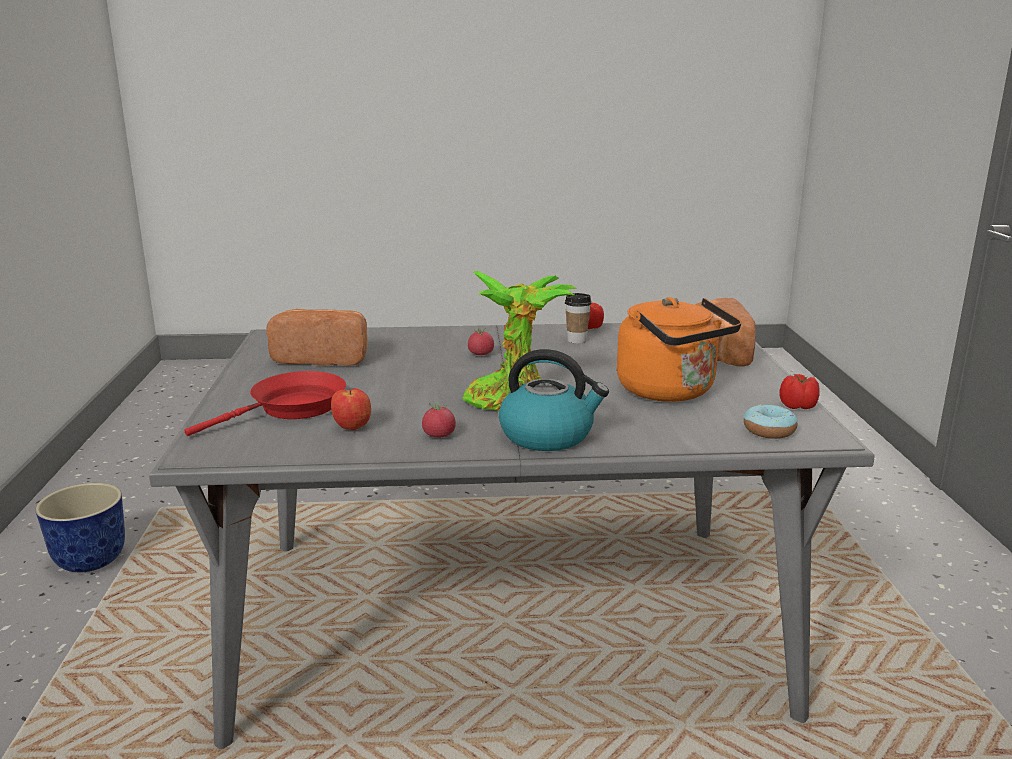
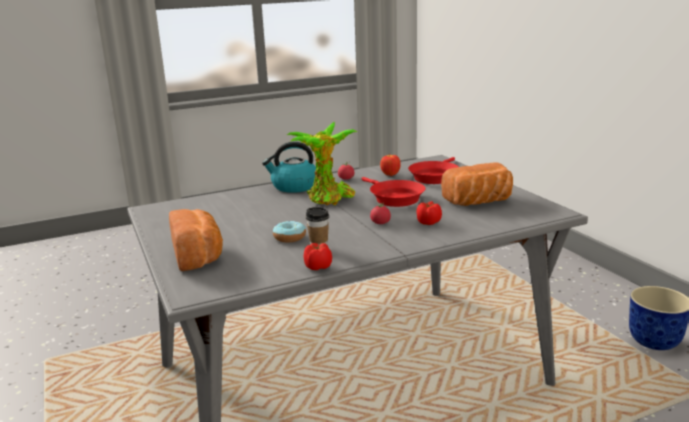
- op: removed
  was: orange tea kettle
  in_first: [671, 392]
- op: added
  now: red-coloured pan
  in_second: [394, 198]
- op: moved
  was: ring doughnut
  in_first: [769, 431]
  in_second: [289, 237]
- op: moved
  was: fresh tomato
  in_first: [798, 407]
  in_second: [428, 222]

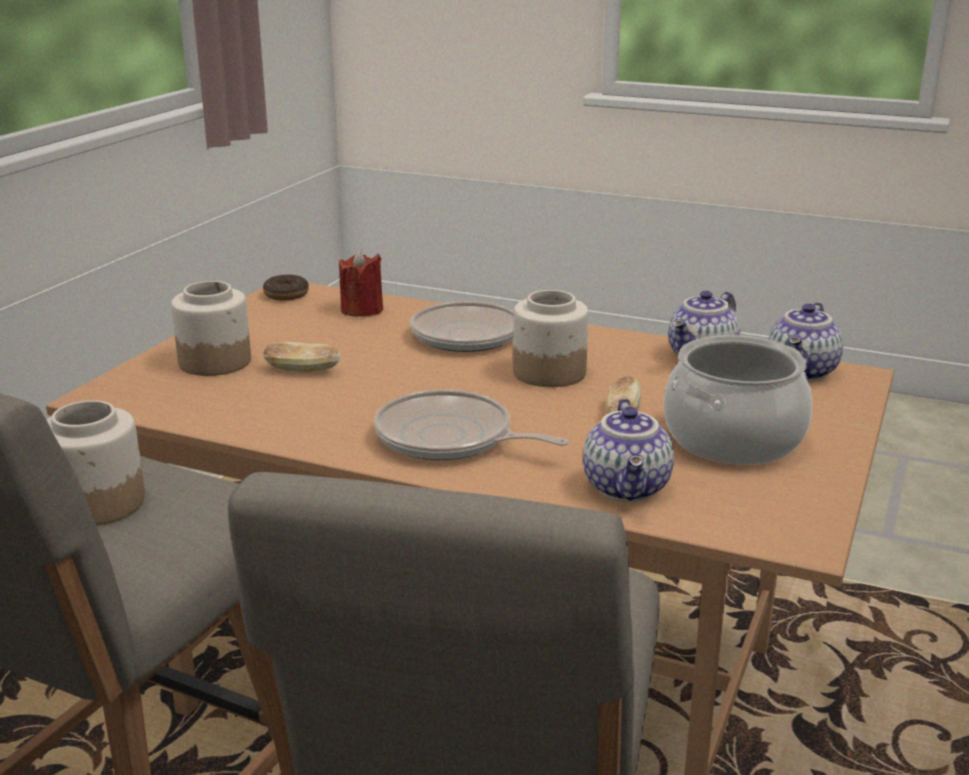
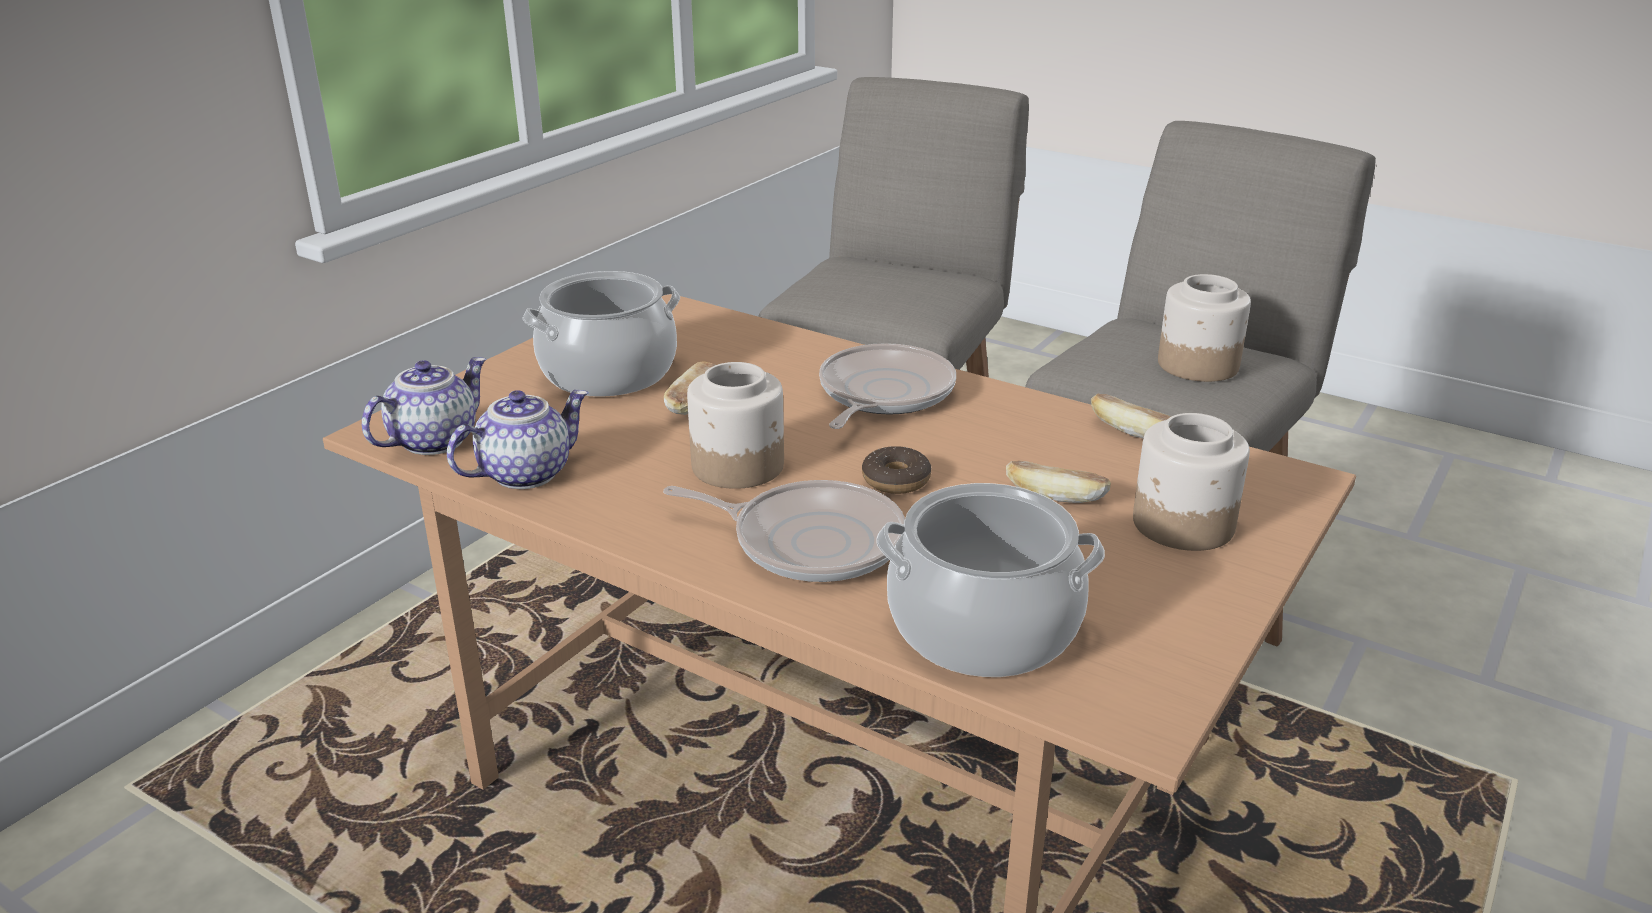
- op: removed
  was: tea pot
  in_first: [628, 488]
- op: added
  now: bread
  in_second: [1131, 432]
- op: moved
  was: ring doughnut
  in_first: [286, 294]
  in_second: [896, 480]
- op: replaced
  was: red-coloured wax candle
  now: stockpot
  in_first: [362, 310]
  in_second: [983, 629]
- op: turned
  was: pan
  in_first: [450, 438]
  in_second: [882, 394]
  clockwise: -105

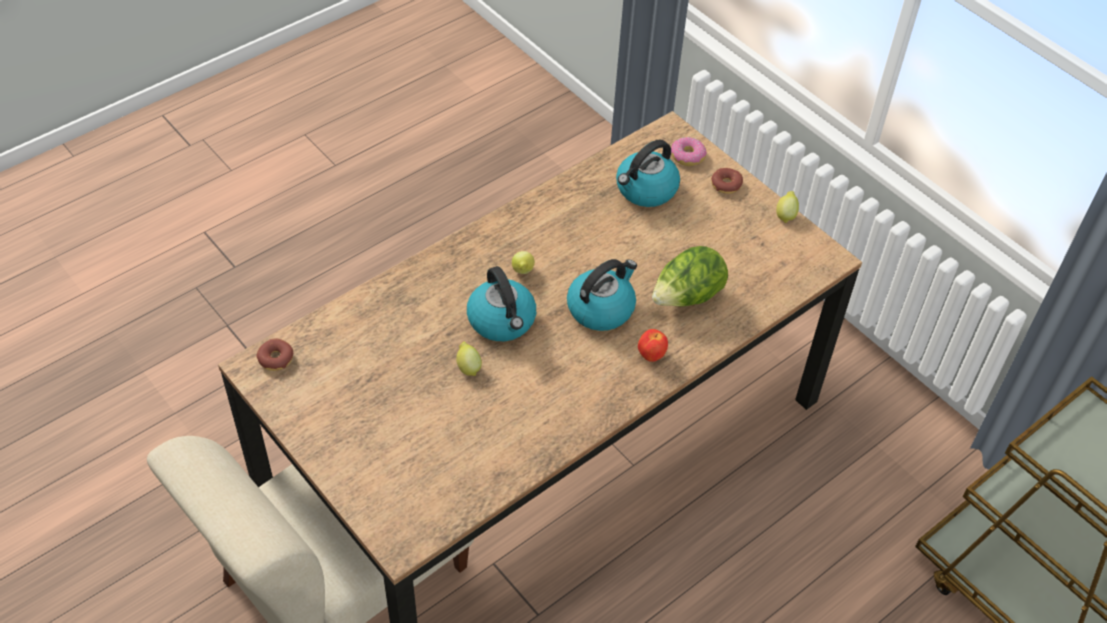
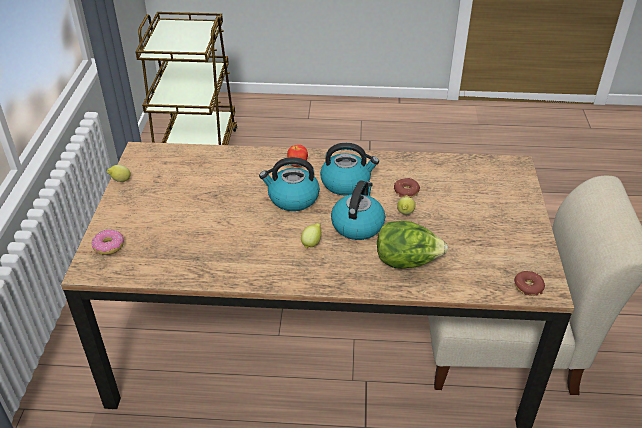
- op: moved
  was: tea kettle
  in_first: [646, 190]
  in_second: [346, 183]
- op: moved
  was: head of lettuce
  in_first: [687, 298]
  in_second: [407, 261]
- op: moved
  was: ring doughnut
  in_first: [726, 185]
  in_second: [406, 191]

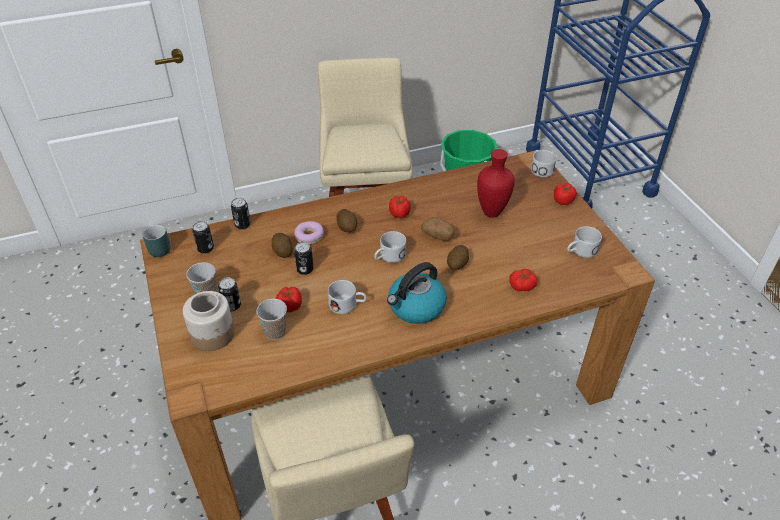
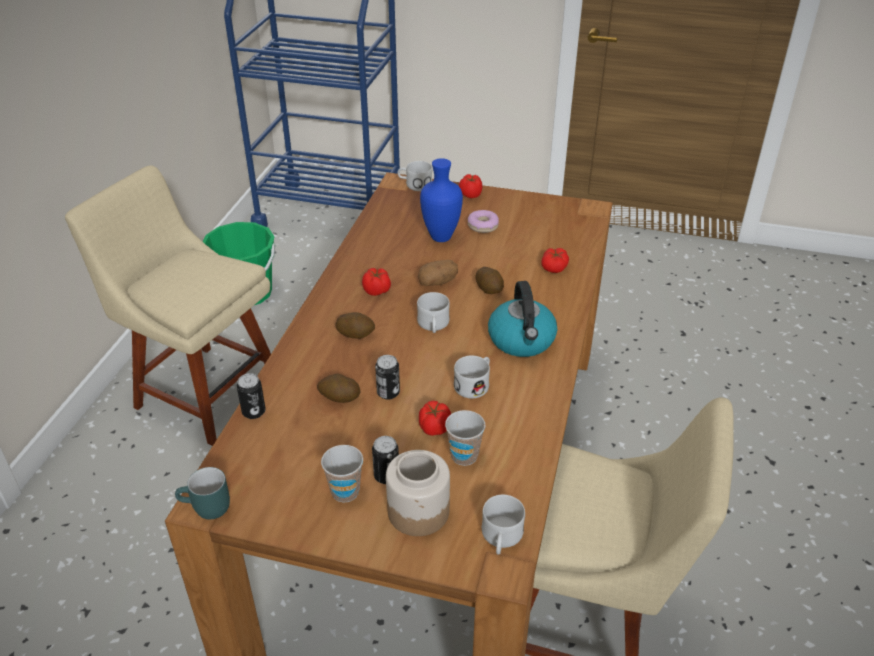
- op: removed
  was: metal can
  in_first: [205, 248]
- op: moved
  was: ring doughnut
  in_first: [309, 236]
  in_second: [483, 226]
- op: moved
  was: white coffee mug
  in_first: [580, 251]
  in_second: [501, 539]
- op: recoloured
  was: red-coloured decorative vase
  now: bluish decorative vase
  in_first: [491, 212]
  in_second: [439, 237]

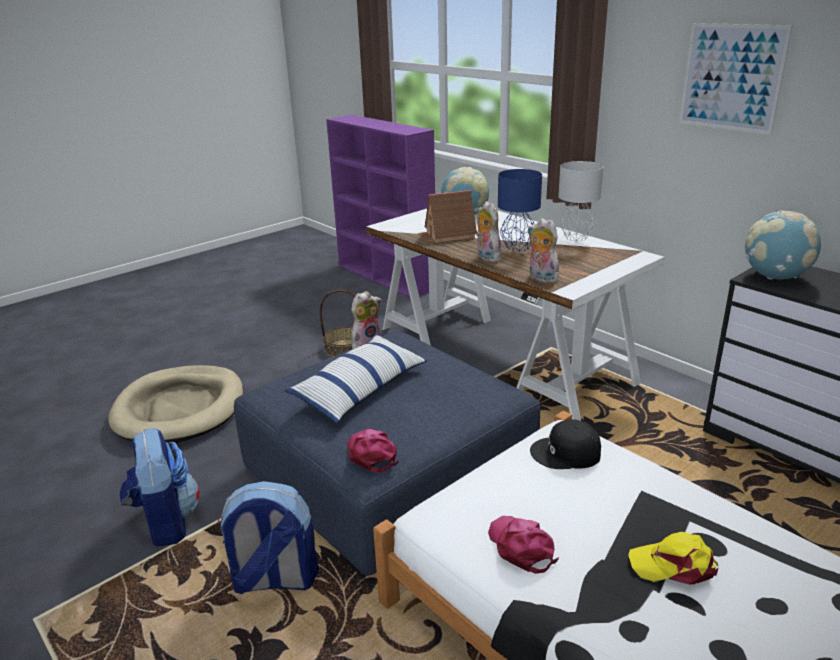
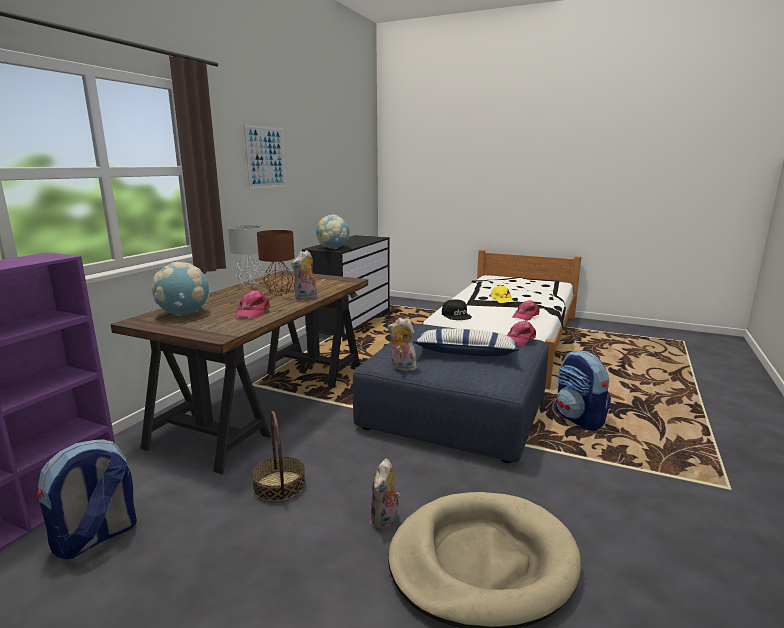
- op: moved
  was: backpack
  in_first: [166, 522]
  in_second: [96, 537]
- op: moved
  was: cuddly toy
  in_first: [541, 278]
  in_second: [385, 520]
- op: replaced
  was: miniature house
  now: pink peaked cap
  in_first: [447, 235]
  in_second: [252, 312]
- op: recoloured
  was: white desk
  now: brown-coloured desk
  in_first: [502, 354]
  in_second: [267, 401]
- op: recoloured
  was: bluish lamp for a table
  now: brown-coloured lamp for a table
  in_first: [518, 248]
  in_second: [279, 293]

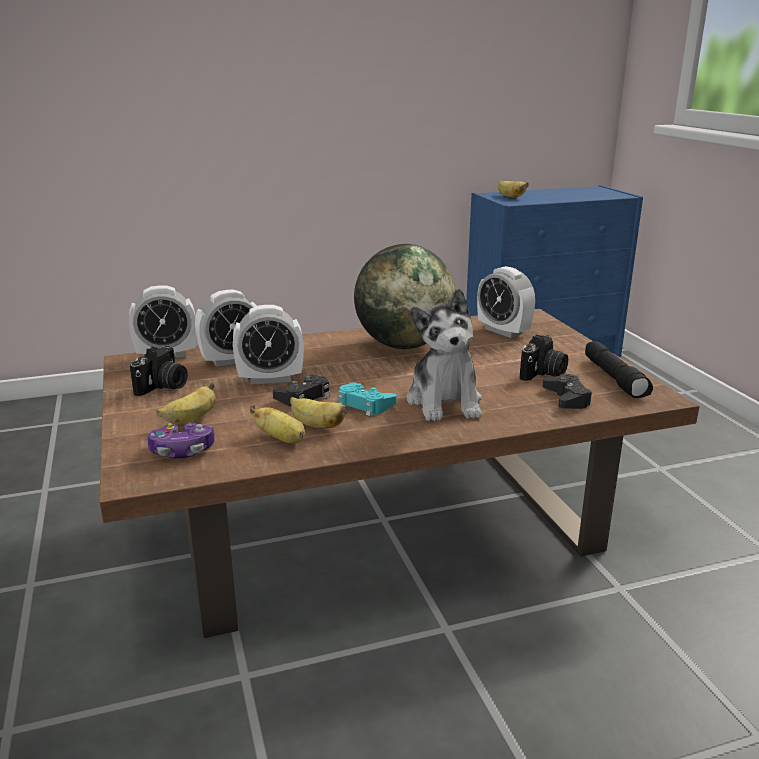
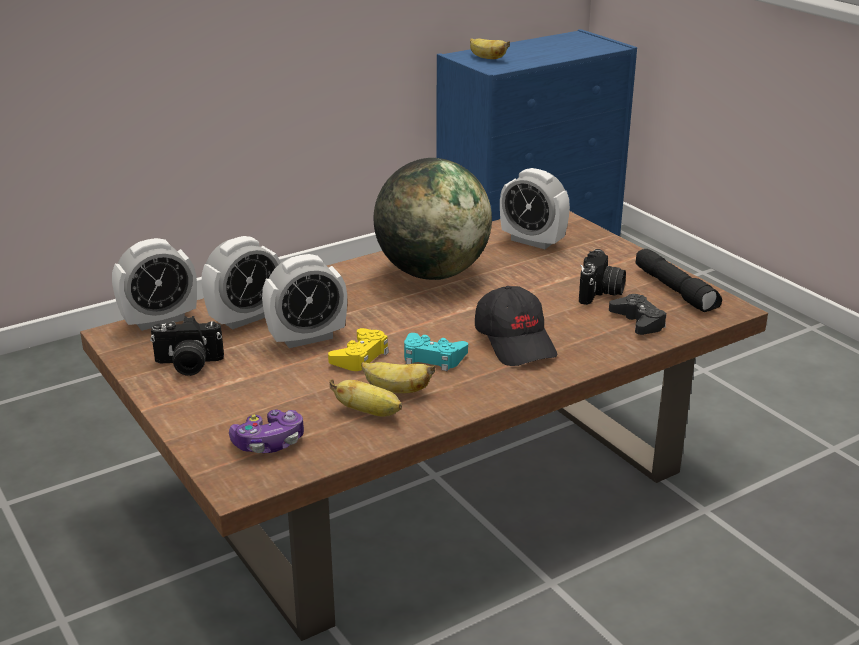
- op: removed
  was: whole banana
  in_first: [190, 420]
- op: replaced
  was: cuddly toy
  now: blackish peaked cap
  in_first: [445, 401]
  in_second: [516, 342]
- op: recoloured
  was: blackish gamepad
  now: yellow-coloured gamepad
  in_first: [304, 397]
  in_second: [360, 357]
- op: turned
  was: photo camera
  in_first: [163, 387]
  in_second: [188, 365]
  clockwise: 75

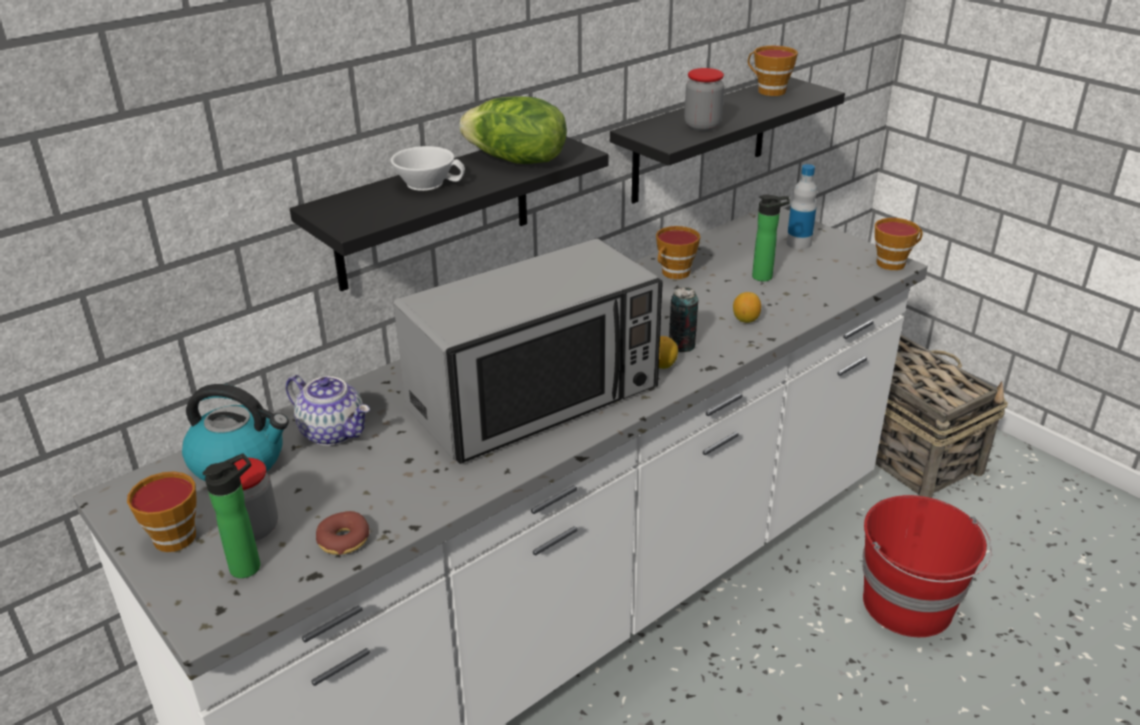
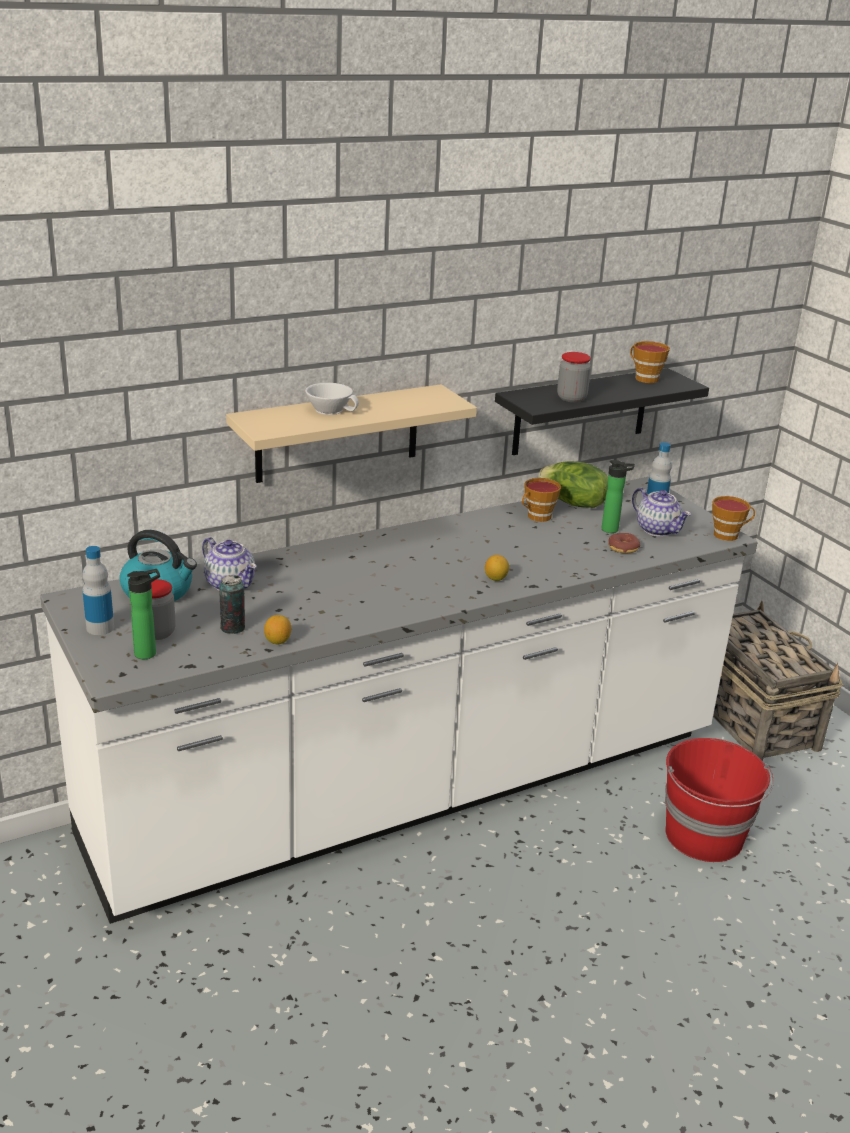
- op: removed
  was: kitchen microwave
  in_first: [535, 399]
- op: added
  now: tea pot
  in_second: [658, 530]
- op: moved
  was: ring doughnut
  in_first: [344, 540]
  in_second: [623, 548]
- op: moved
  was: head of lettuce
  in_first: [516, 160]
  in_second: [573, 503]
- op: moved
  was: metal can
  in_first: [681, 346]
  in_second: [233, 628]
- op: moved
  was: citrus fruit
  in_first: [745, 319]
  in_second: [277, 641]
- op: replaced
  was: cup
  now: bottle
  in_first: [170, 536]
  in_second: [100, 628]
- op: recoloured
  was: blackish wall shelf
  now: sand-coloured wall shelf
  in_first: [434, 211]
  in_second: [337, 433]

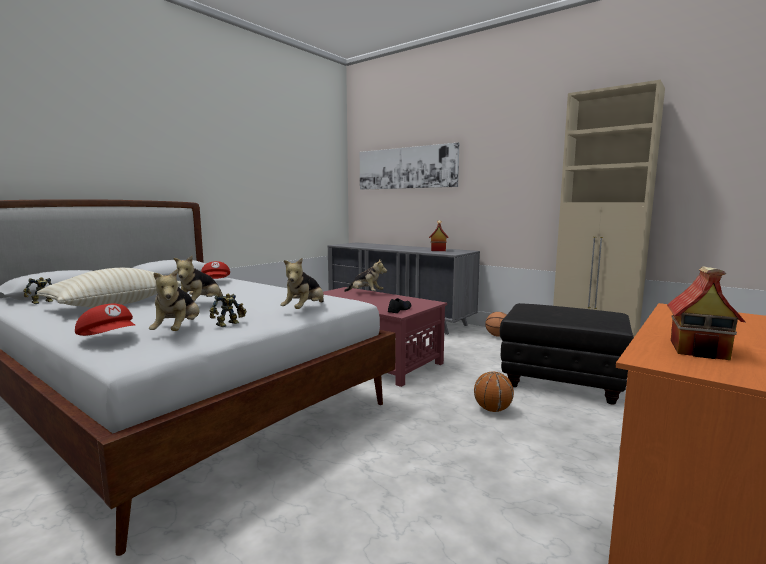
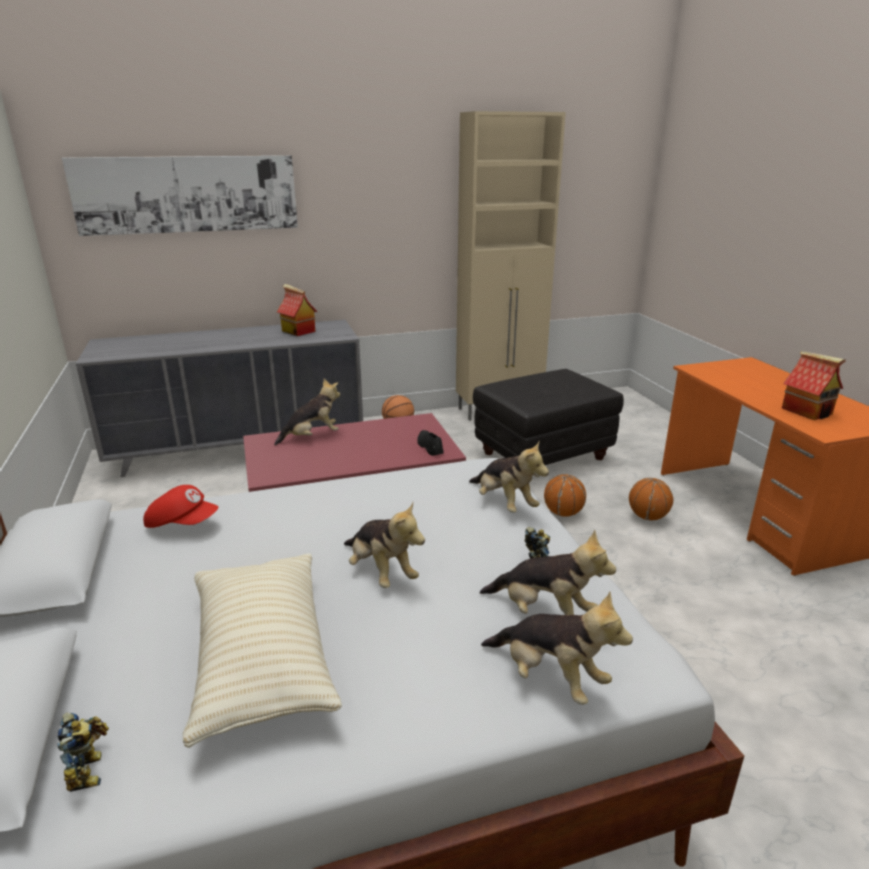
- op: added
  now: basketball ball
  in_second: [647, 517]
- op: replaced
  was: red-coloured peaked cap
  now: cuddly toy
  in_first: [109, 338]
  in_second: [550, 677]

